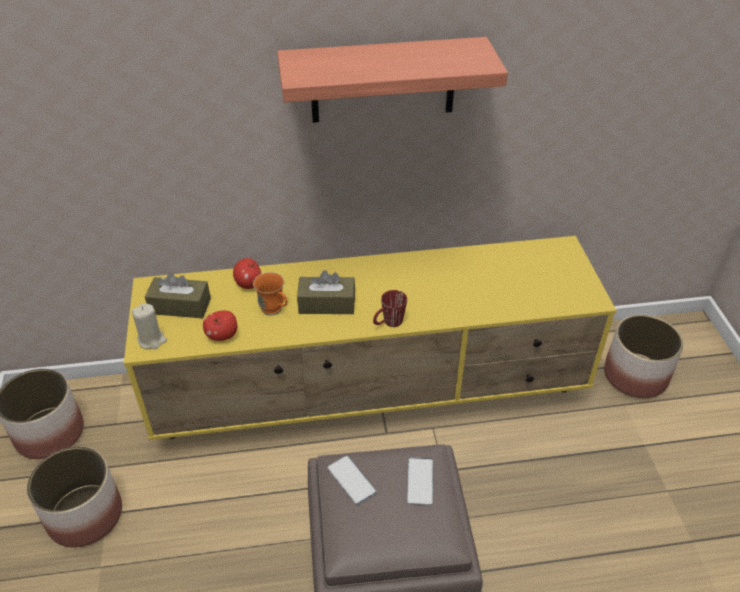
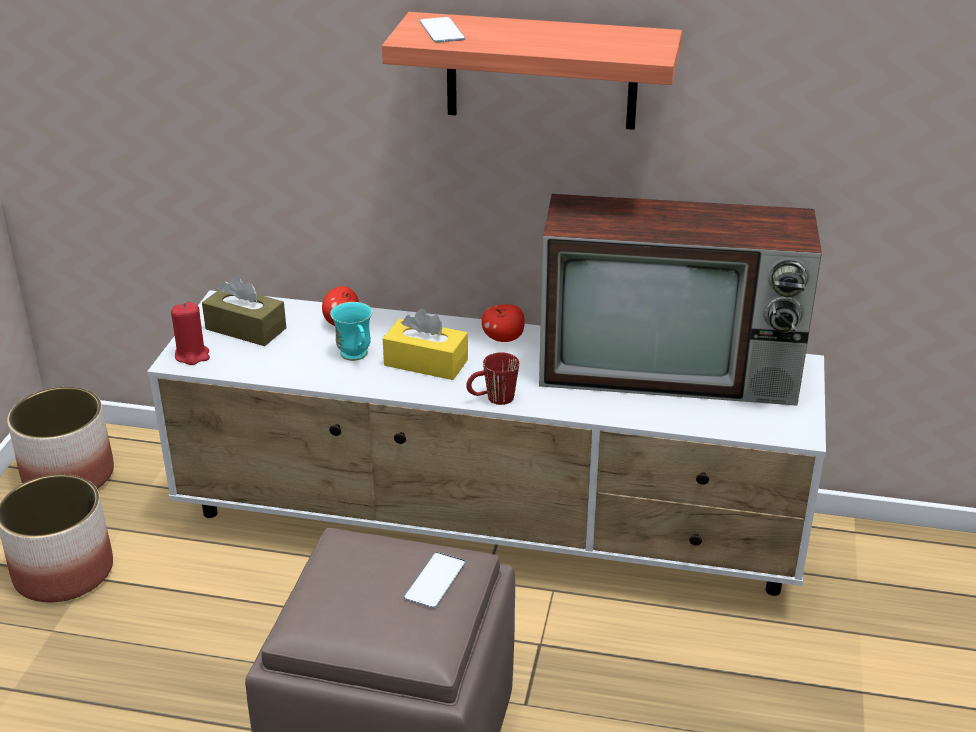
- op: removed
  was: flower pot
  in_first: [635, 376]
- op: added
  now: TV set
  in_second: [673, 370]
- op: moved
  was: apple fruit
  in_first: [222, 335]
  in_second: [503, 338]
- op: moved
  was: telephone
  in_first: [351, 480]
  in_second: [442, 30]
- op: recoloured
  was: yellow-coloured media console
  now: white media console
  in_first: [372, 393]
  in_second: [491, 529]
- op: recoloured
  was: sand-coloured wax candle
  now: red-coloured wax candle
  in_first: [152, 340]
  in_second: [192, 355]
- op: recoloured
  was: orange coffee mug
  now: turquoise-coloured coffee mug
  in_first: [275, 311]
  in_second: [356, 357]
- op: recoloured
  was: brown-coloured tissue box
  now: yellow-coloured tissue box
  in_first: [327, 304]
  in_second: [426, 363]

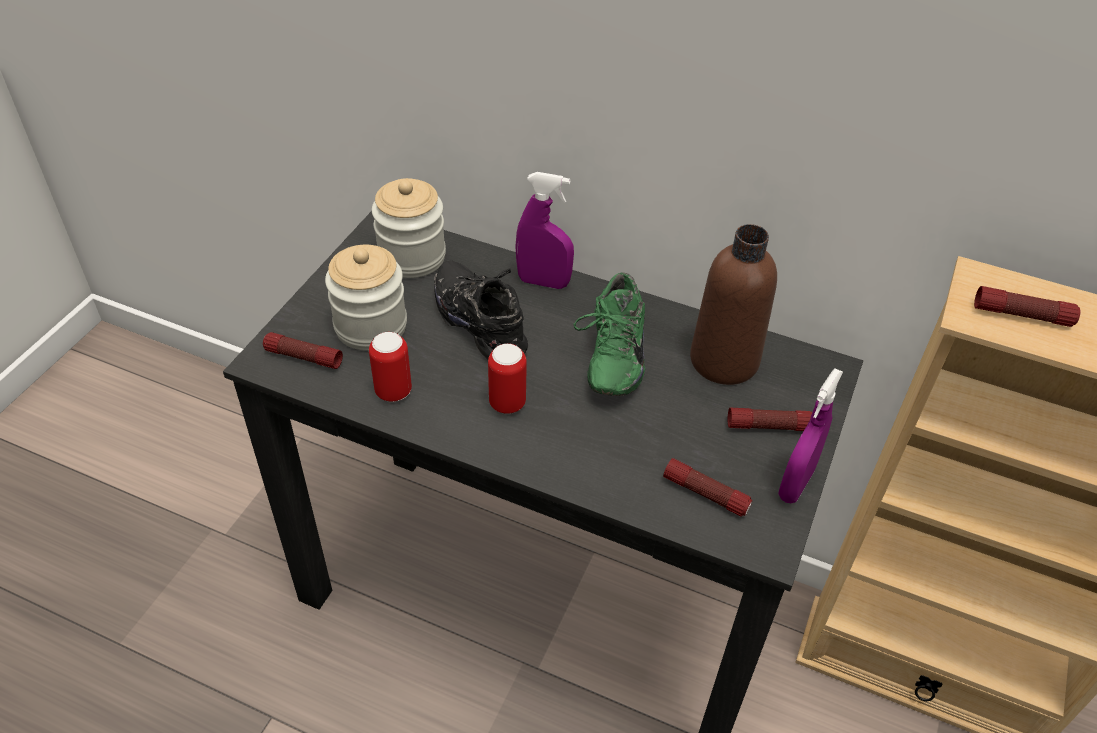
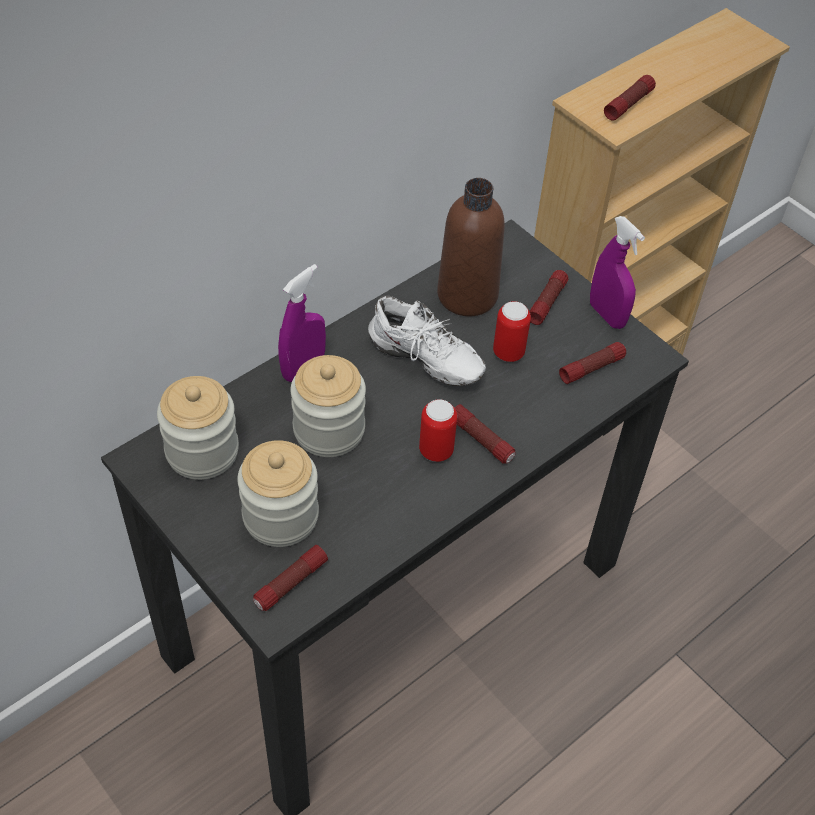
- op: added
  now: flashlight
  in_second: [481, 440]
- op: moved
  was: metal can
  in_first: [393, 391]
  in_second: [508, 353]
- op: replaced
  was: blackish shoe
  now: jar
  in_first: [484, 322]
  in_second: [329, 430]
- op: recoloured
  was: green-coloured shoe
  now: white shoe
  in_first: [610, 357]
  in_second: [423, 362]

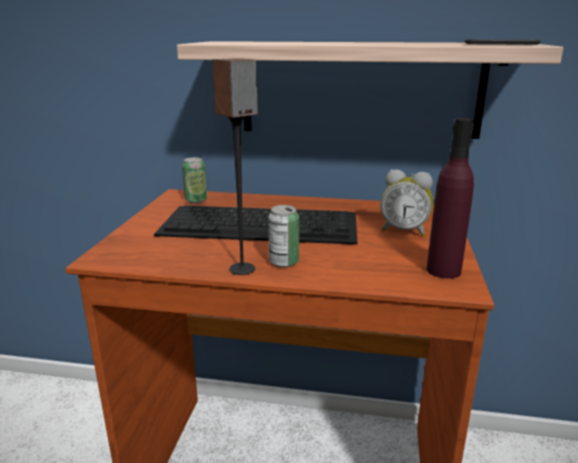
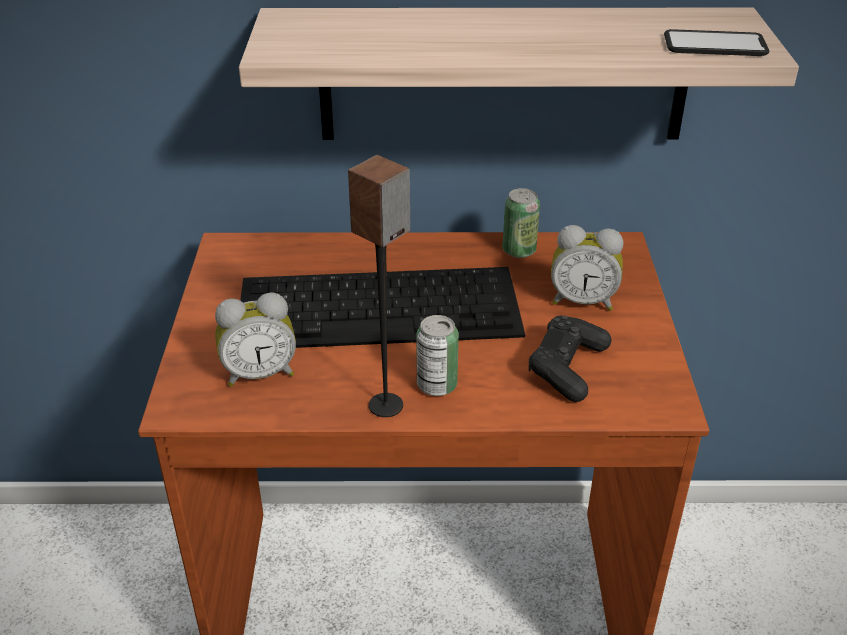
- op: removed
  was: purple bottle
  in_first: [443, 270]
- op: added
  now: table clock
  in_second: [259, 373]
- op: added
  now: blackish gamepad
  in_second: [567, 367]
- op: moved
  was: metal can
  in_first: [196, 200]
  in_second: [519, 251]

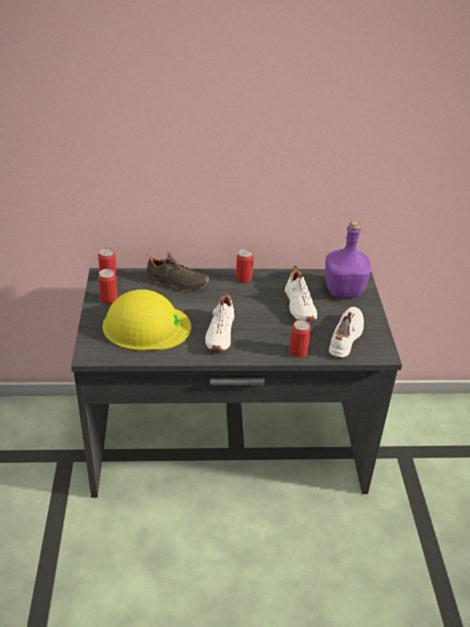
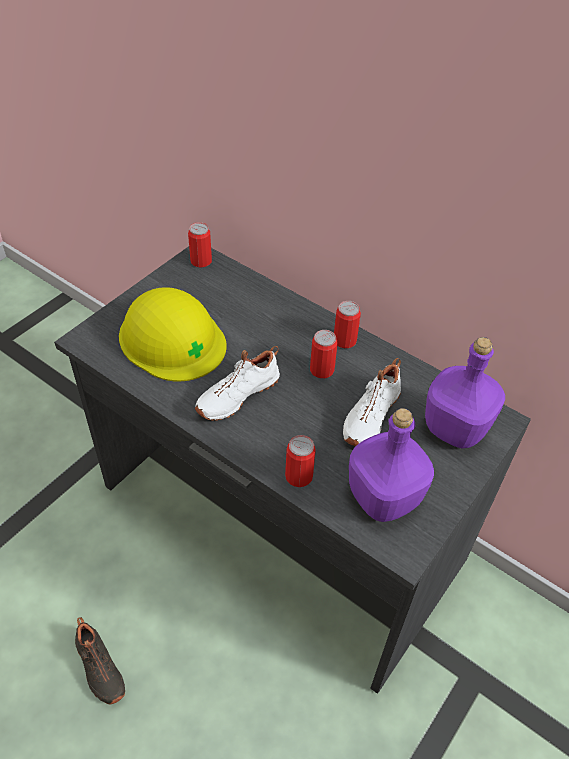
- op: moved
  was: metal can
  in_first: [109, 299]
  in_second: [321, 370]
- op: moved
  was: blackish shoe
  in_first: [176, 283]
  in_second: [98, 668]
- op: replaced
  was: white shoe
  now: purple bottle
  in_first: [347, 338]
  in_second: [382, 497]

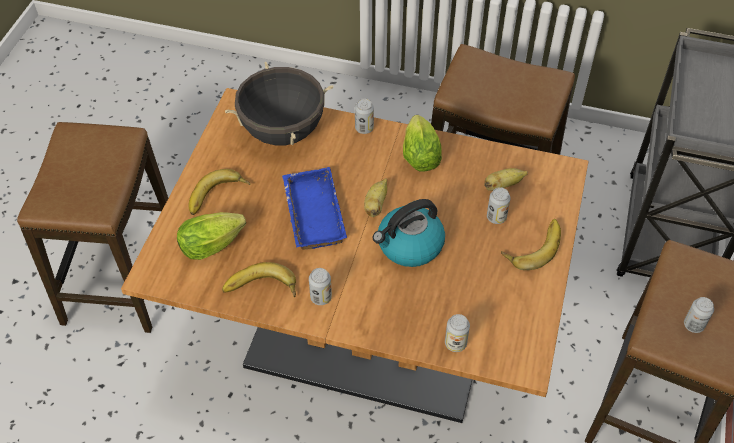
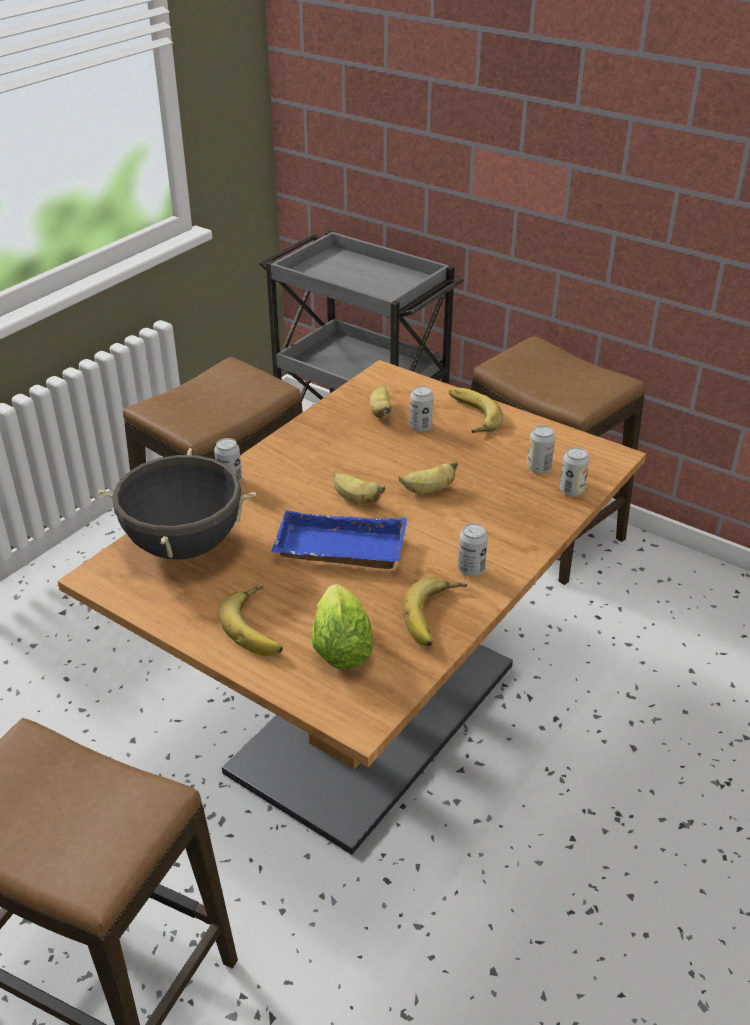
- op: removed
  was: head of lettuce
  in_first: [419, 154]
- op: moved
  was: metal can
  in_first: [693, 325]
  in_second: [539, 468]
- op: replaced
  was: tea kettle
  now: whole banana
  in_first: [409, 246]
  in_second: [428, 490]

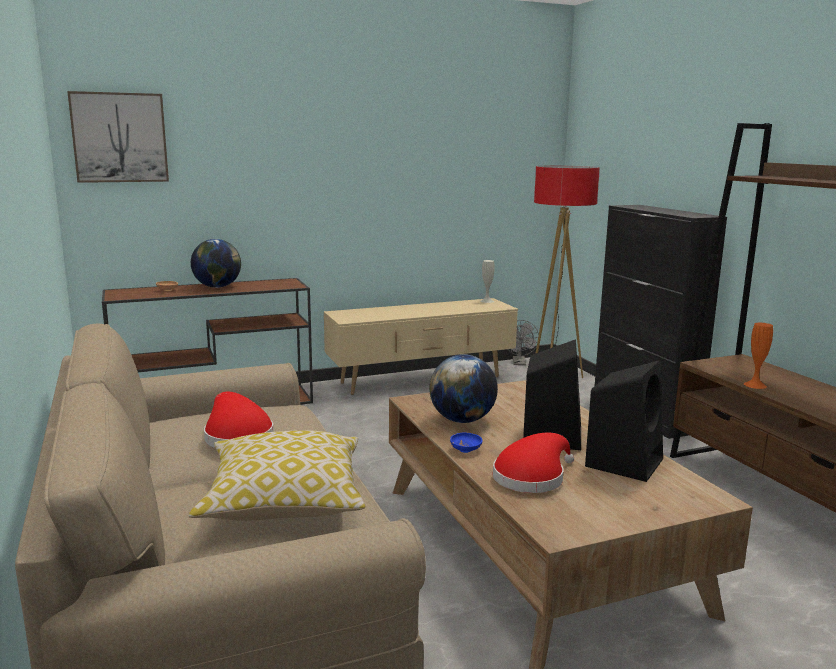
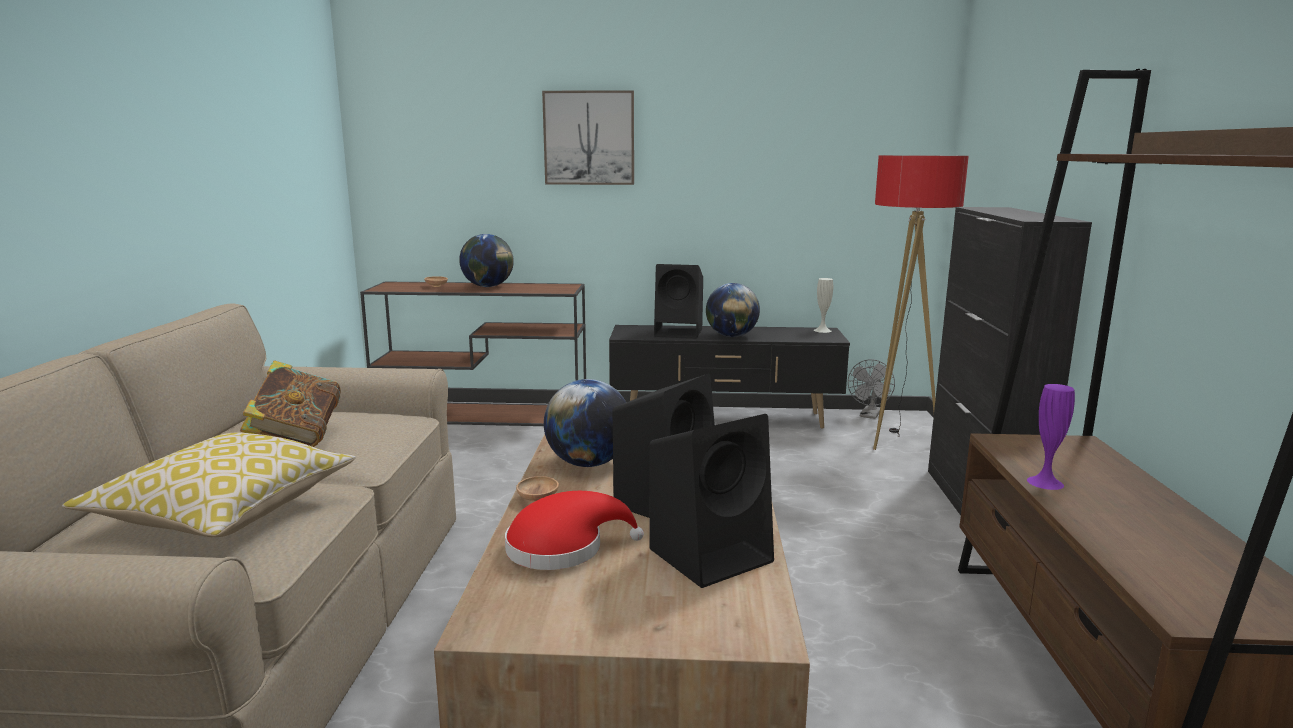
- op: added
  now: blackish speaker
  in_second: [680, 333]
- op: added
  now: world globe
  in_second: [731, 336]
- op: moved
  was: wall art
  in_first: [119, 137]
  in_second: [589, 138]
- op: replaced
  was: red-coloured hat
  now: book
  in_first: [236, 436]
  in_second: [296, 438]
- op: recoloured
  was: sand-coloured media console
  now: blackish media console
  in_first: [422, 380]
  in_second: [725, 419]
- op: recoloured
  was: bluish deep dish
  now: brown-coloured deep dish
  in_first: [465, 450]
  in_second: [538, 499]
- op: recoloured
  was: orange decorative vase
  now: purple decorative vase
  in_first: [755, 385]
  in_second: [1045, 482]

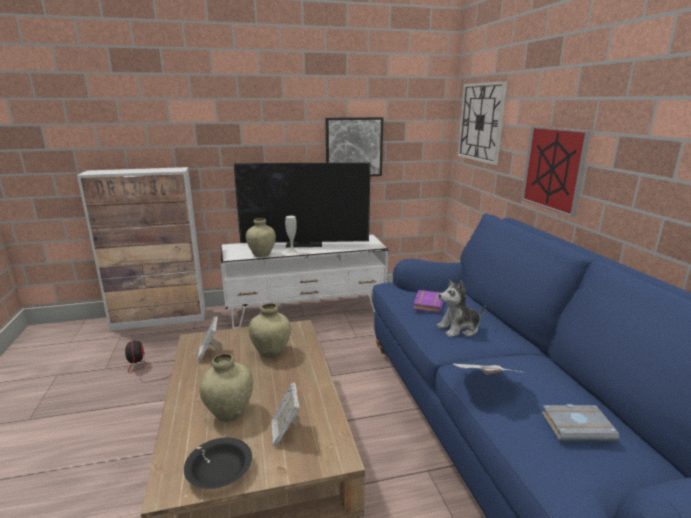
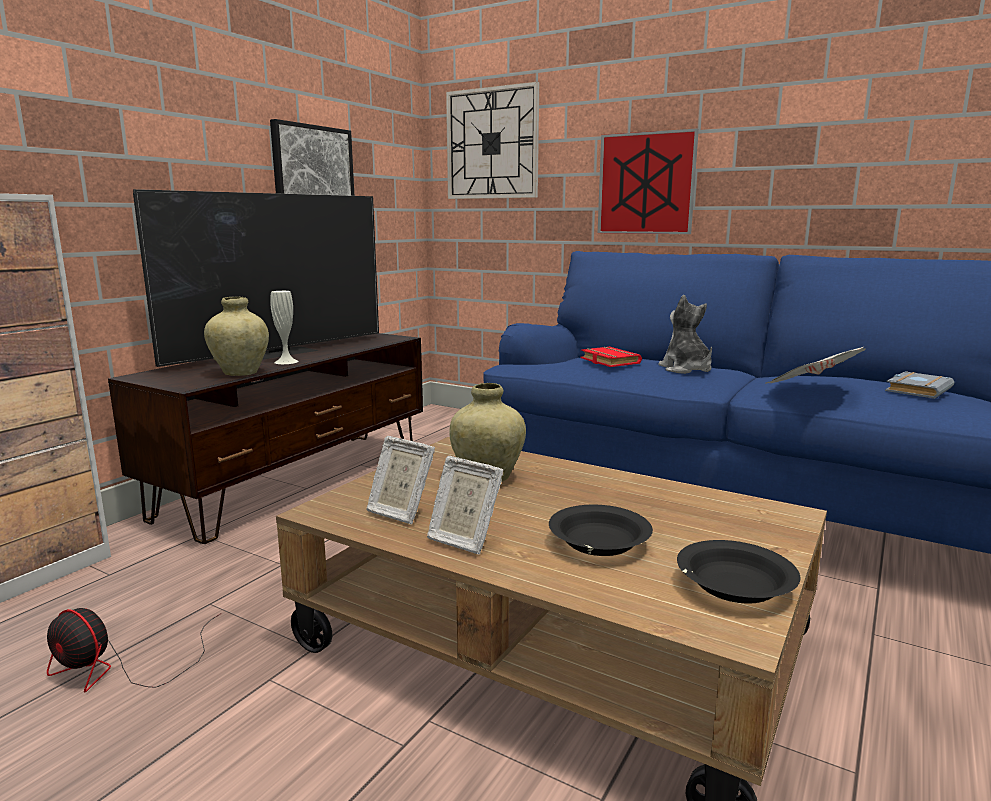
- op: moved
  was: picture frame
  in_first: [286, 432]
  in_second: [463, 540]
- op: replaced
  was: sand-coloured decorative vase
  now: blackish deep dish
  in_first: [229, 413]
  in_second: [598, 543]
- op: recoloured
  was: white media console
  now: brown-coloured media console
  in_first: [306, 310]
  in_second: [298, 481]
- op: recoloured
  was: purple book
  now: red-coloured book
  in_first: [427, 303]
  in_second: [607, 361]
- op: turned
  was: cuddly toy
  in_first: [459, 329]
  in_second: [685, 369]
  clockwise: 135

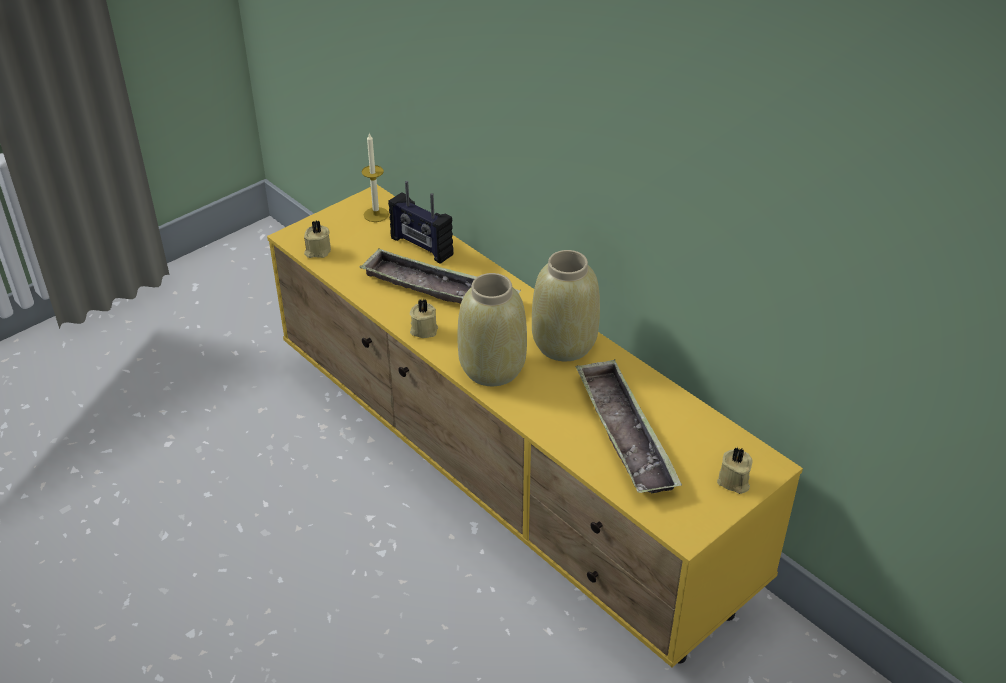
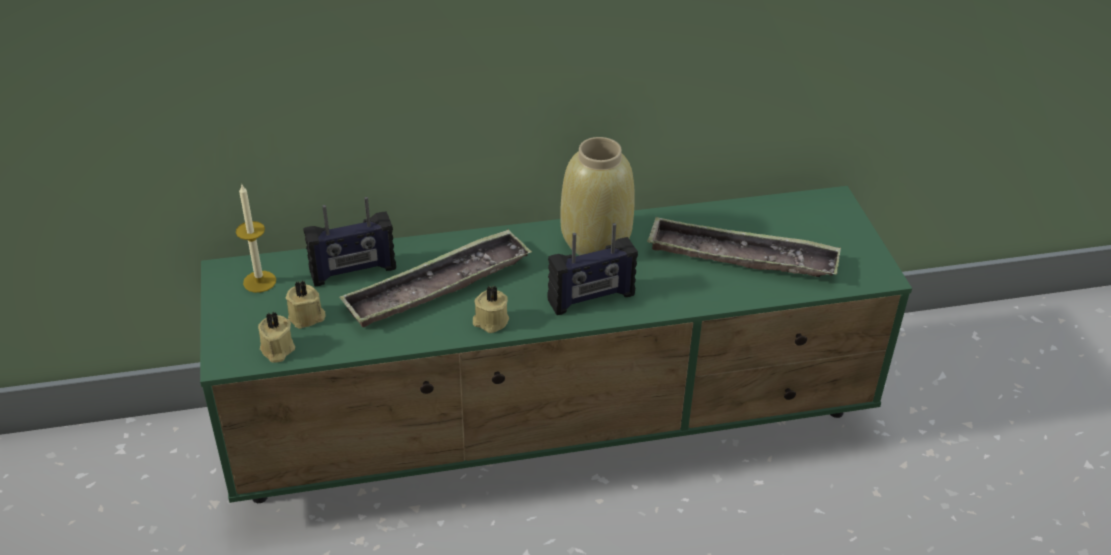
- op: moved
  was: sand-coloured wax candle
  in_first: [734, 481]
  in_second: [307, 317]
- op: replaced
  was: sand-coloured decorative vase
  now: radio set
  in_first: [493, 368]
  in_second: [591, 298]
- op: recoloured
  was: yellow-coloured media console
  now: green-coloured media console
  in_first: [505, 478]
  in_second: [555, 427]

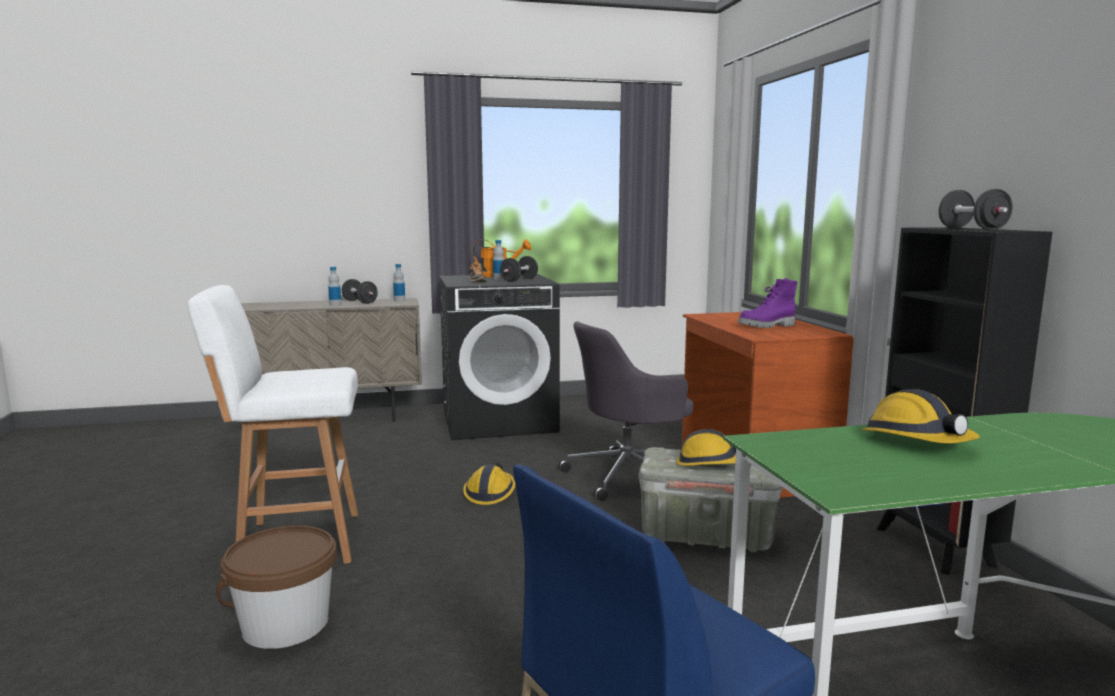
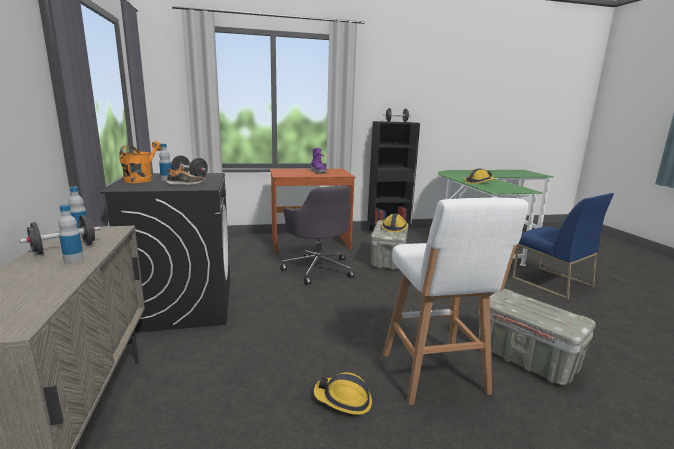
- op: moved
  was: hard hat
  in_first: [490, 493]
  in_second: [343, 400]
- op: replaced
  was: brown-coloured pail
  now: greyish storage container
  in_first: [285, 624]
  in_second: [526, 359]

